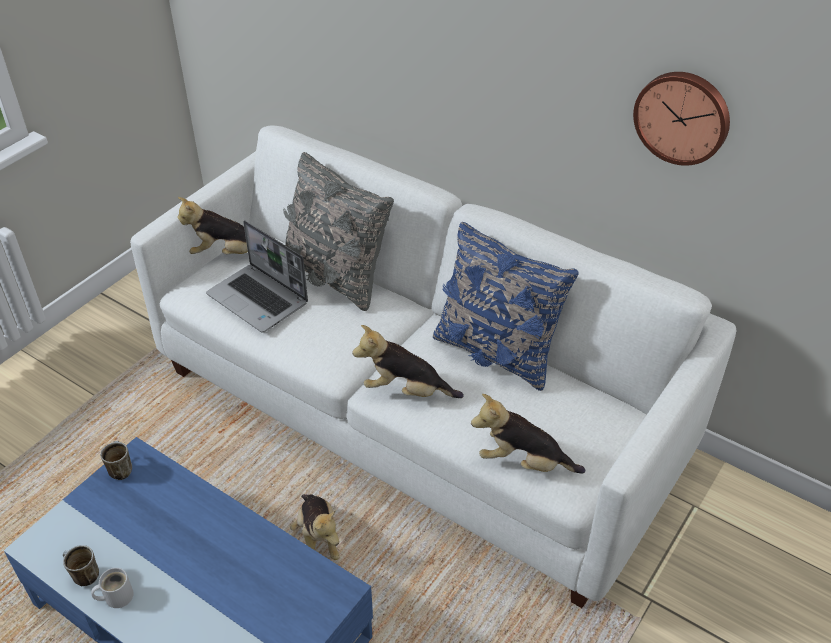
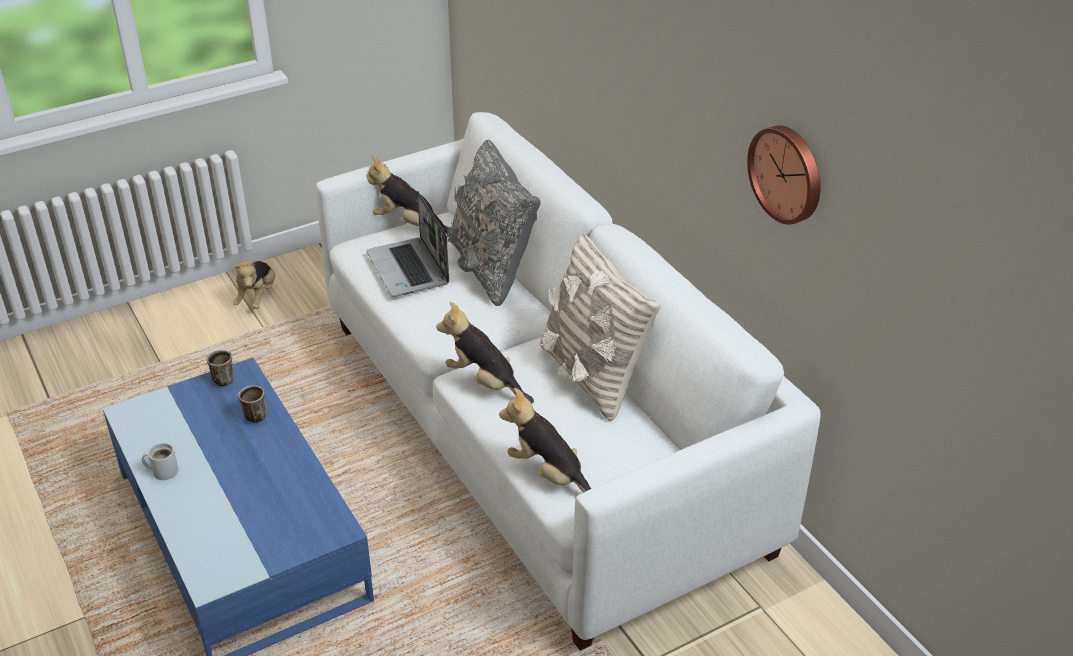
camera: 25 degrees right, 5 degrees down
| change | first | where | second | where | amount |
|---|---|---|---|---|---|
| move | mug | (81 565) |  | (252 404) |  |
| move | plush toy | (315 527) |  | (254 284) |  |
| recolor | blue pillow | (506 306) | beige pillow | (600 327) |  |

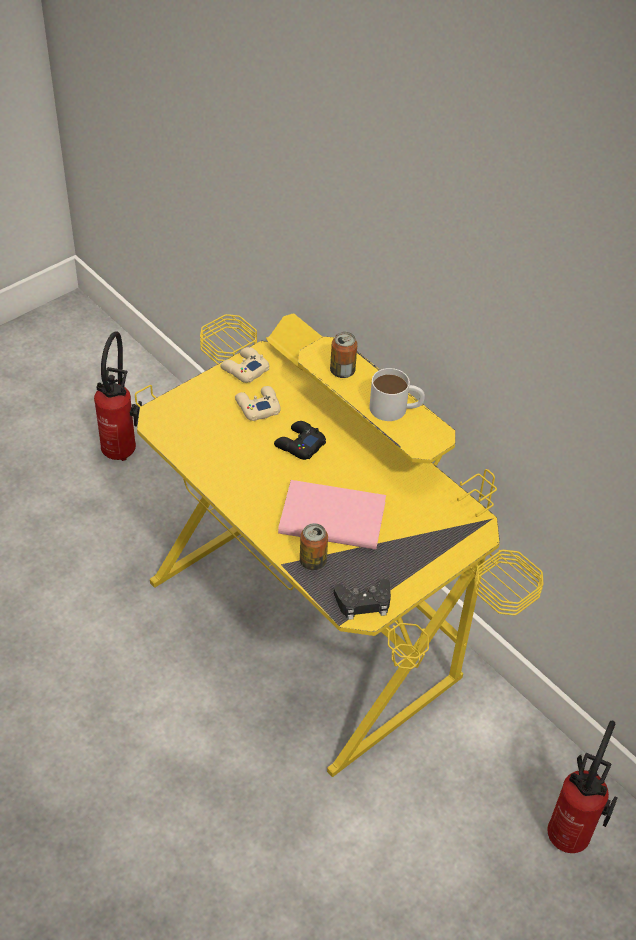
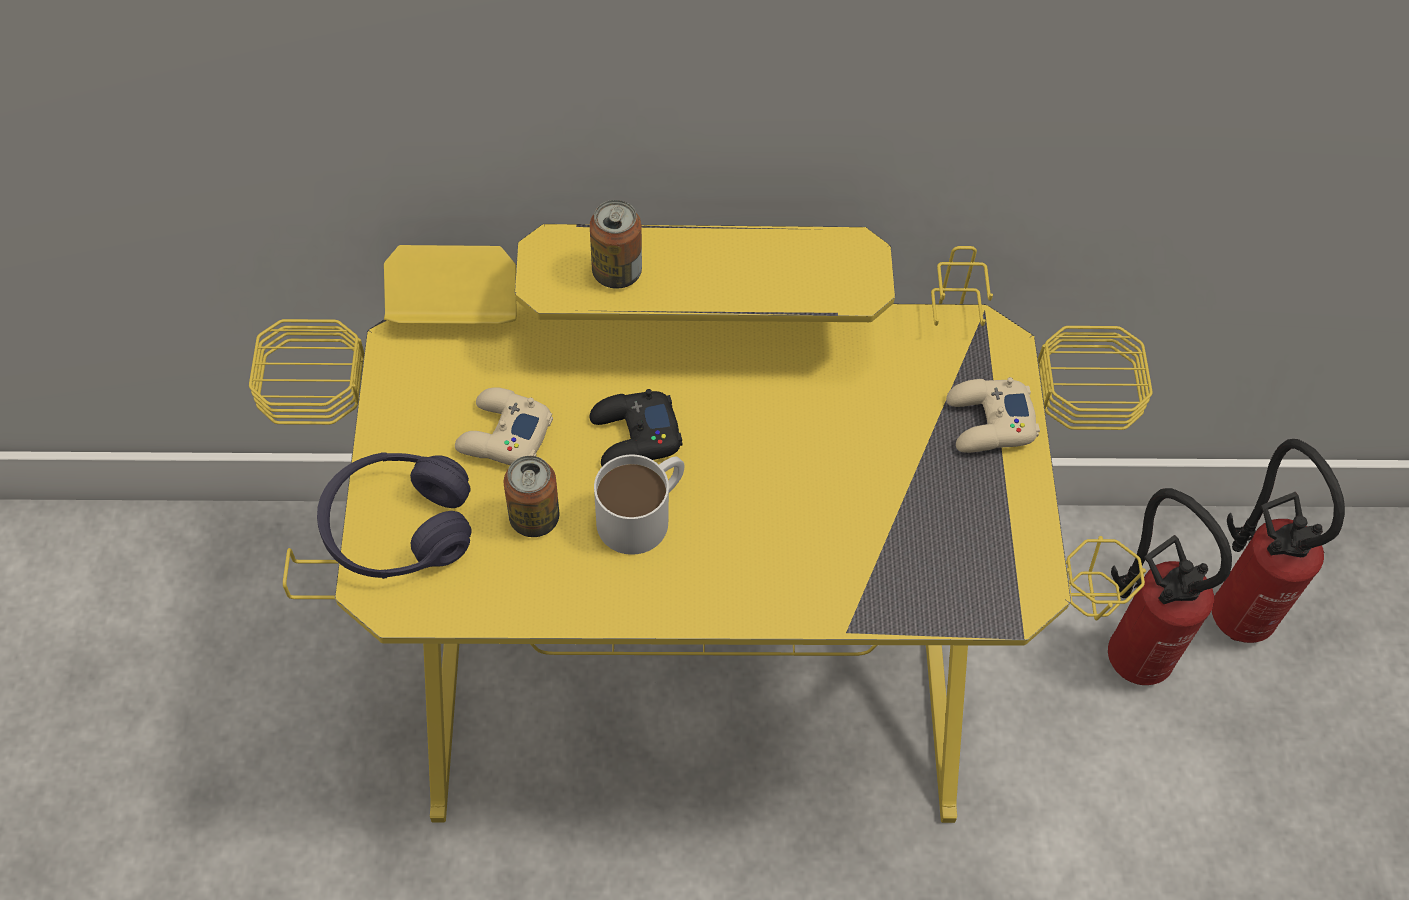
camera: 50 degrees left, 10 degrees up
| change | first | where | second | where | amount |
|---|---|---|---|---|---|
| delete | pink book | (332 514) |  |  |  |
| delete | black game controller | (362 599) |  |  |  |
| insert |  |  | purple headphones | (394 515) |  |
| move | fire extinguisher | (118 396) |  | (1170 586) |  |
| move | beige game controller | (244 365) |  | (993 415) |  |
| move | can | (314 546) |  | (531 496) |  |
| move | white mug | (397 394) |  | (639 505) |  |

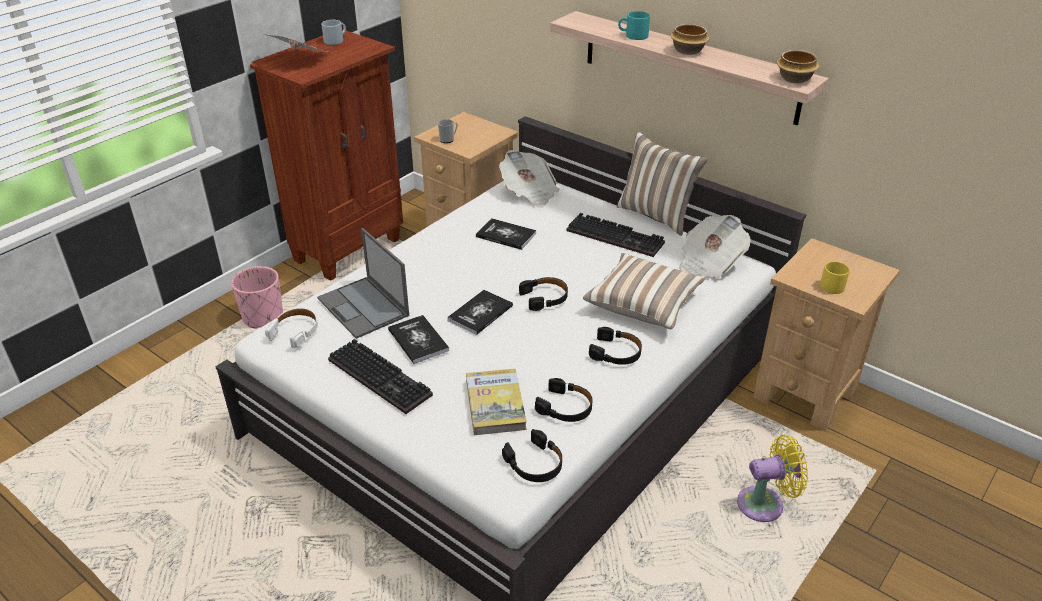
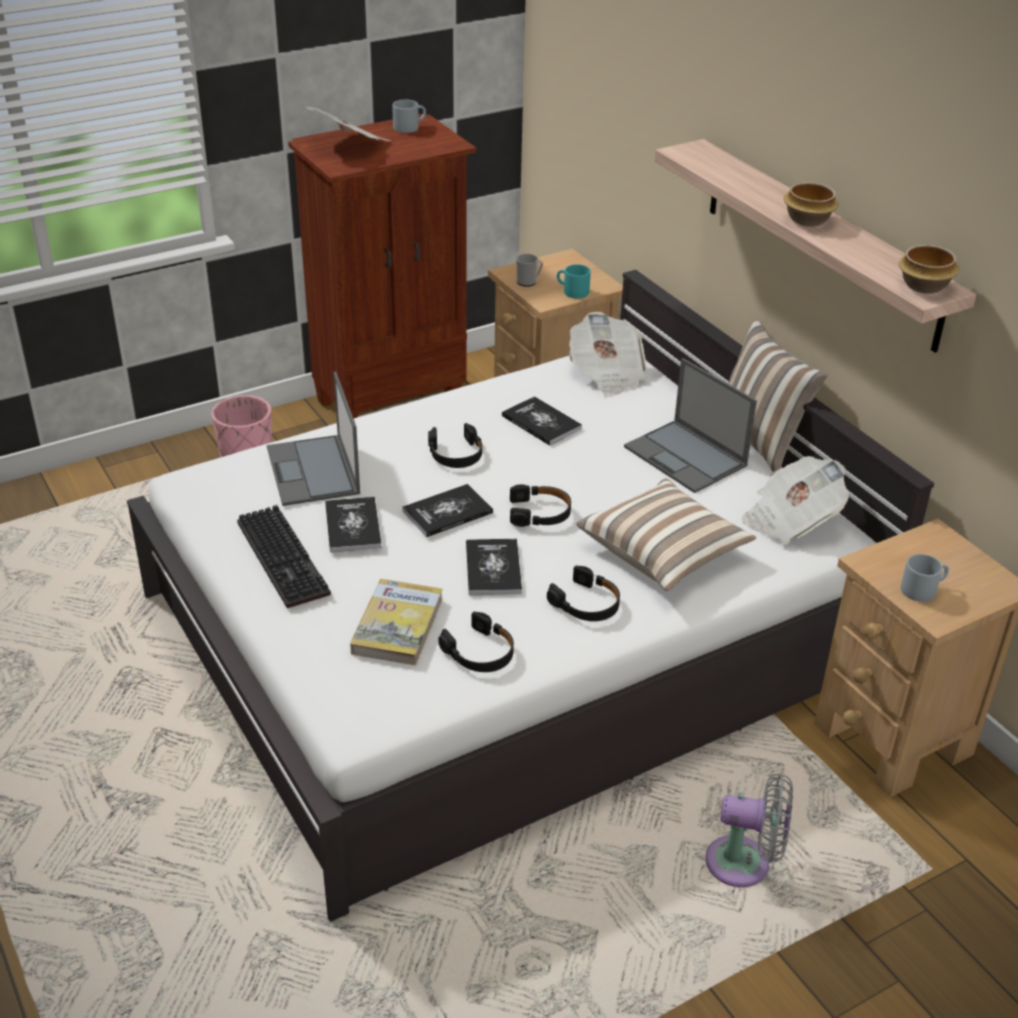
camera: 20 degrees right, 0 degrees up
| change | first | where | second | where | amount |
|---|---|---|---|---|---|
| delete | white headphones | (291 328) |  |  |  |
| insert |  |  | book | (494 567) |  |
| move | black headphones | (532 455) |  | (455 445) |  |
| move | turquoise mug | (634 25) |  | (574 281) |  |
| replace | keyboard | (615 235) | laptop | (690 425) |  |
| recolor | yellow fan | (772 478) | grey fan | (749 830) |  |
| recolor | yellow mug | (835 277) | grey mug | (925 578) |  |

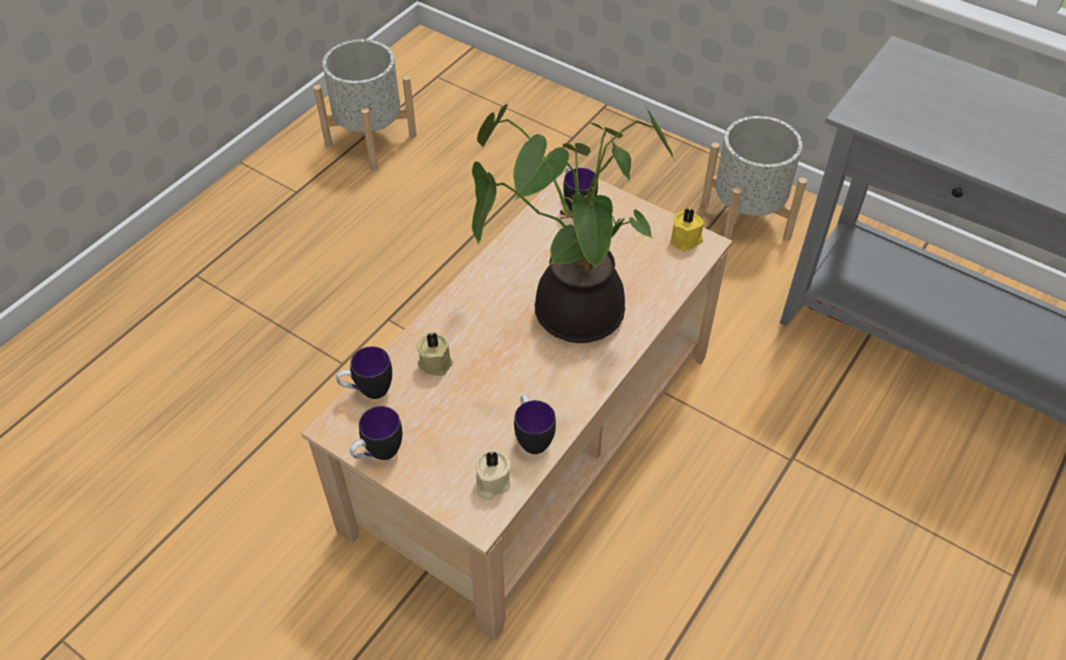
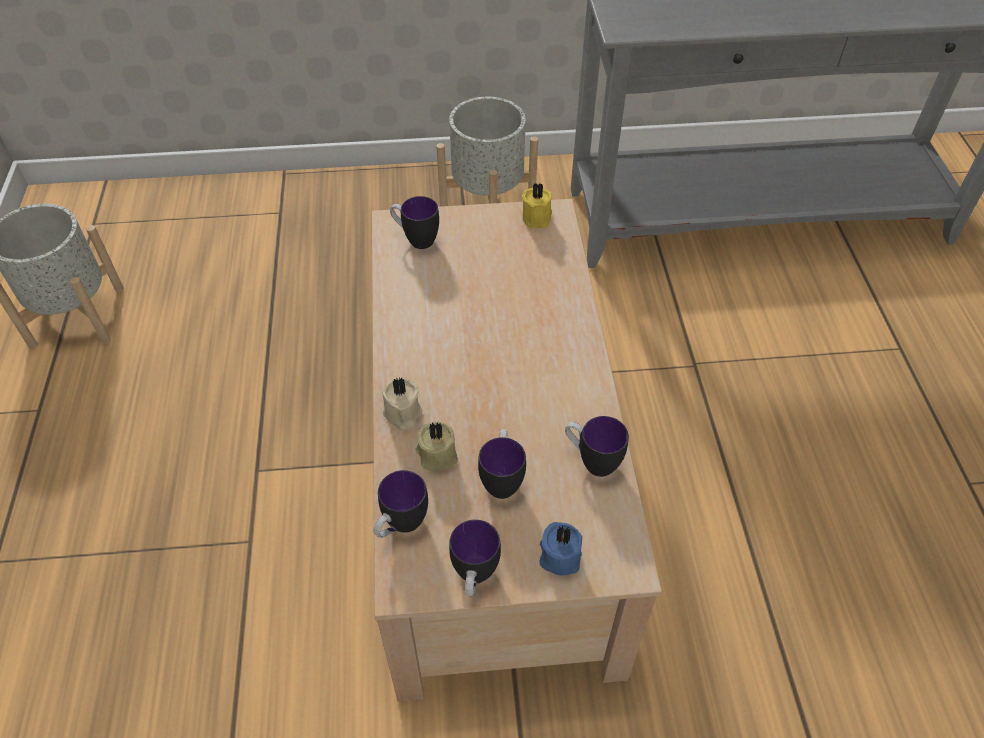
camera: 40 degrees left, 0 degrees up
| change | first | where | second | where | amount |
|---|---|---|---|---|---|
| delete | potted plant | (573 223) |  |  |  |
| insert |  |  | mug | (502 464) |  |
| insert |  |  | blue candle | (560 548) |  |
| move | beige candle | (493 474) |  | (402 404) |  |

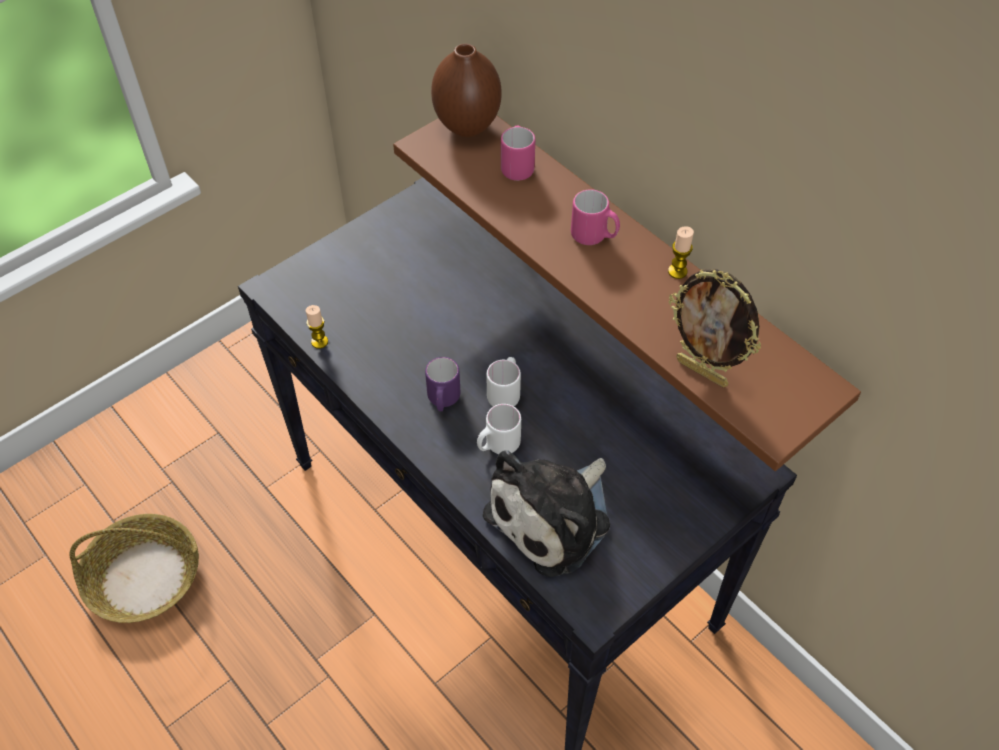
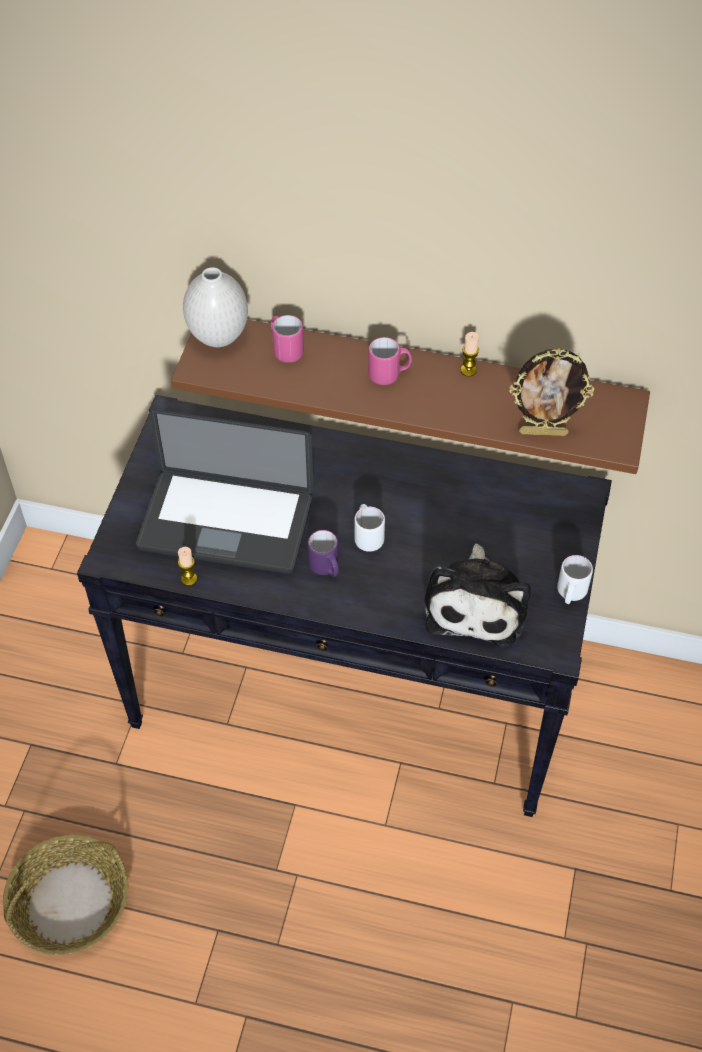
camera: 35 degrees left, 0 degrees up
| change | first | where | second | where | amount |
|---|---|---|---|---|---|
| insert |  |  | laptop | (225 491) |  |
| move | white mug | (499 429) |  | (575 579) |  |
| recolor | brown vase | (466 90) | white vase | (215 307) |  |

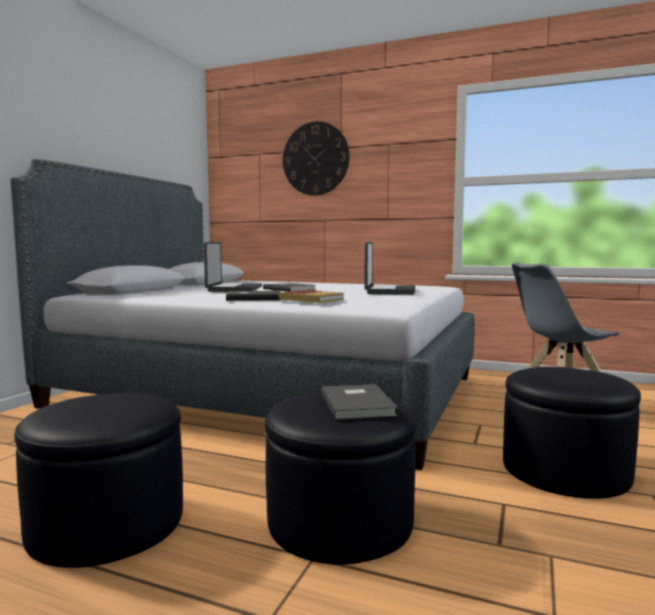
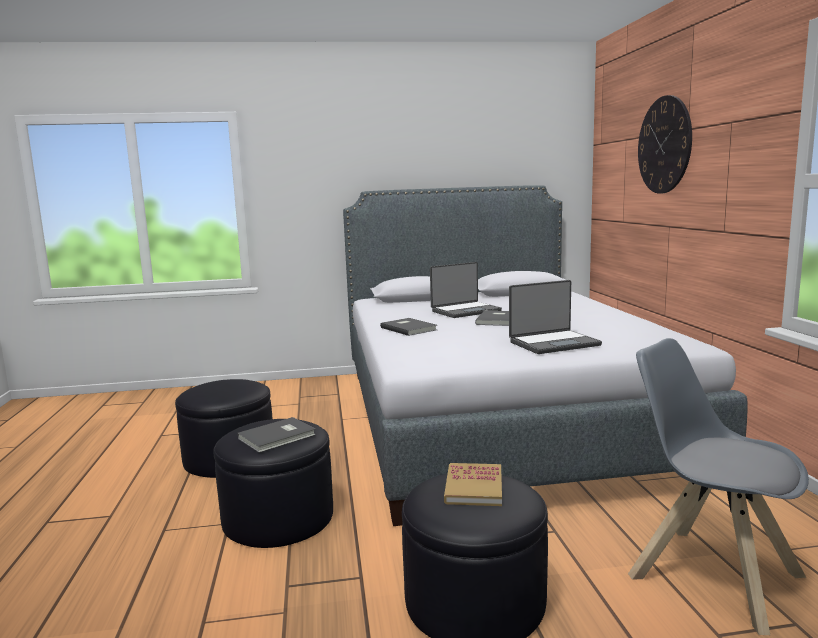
camera: 60 degrees right, 5 degrees up
| change | first | where | second | where | amount |
|---|---|---|---|---|---|
| move | book | (311 296) |  | (473 484) |  |

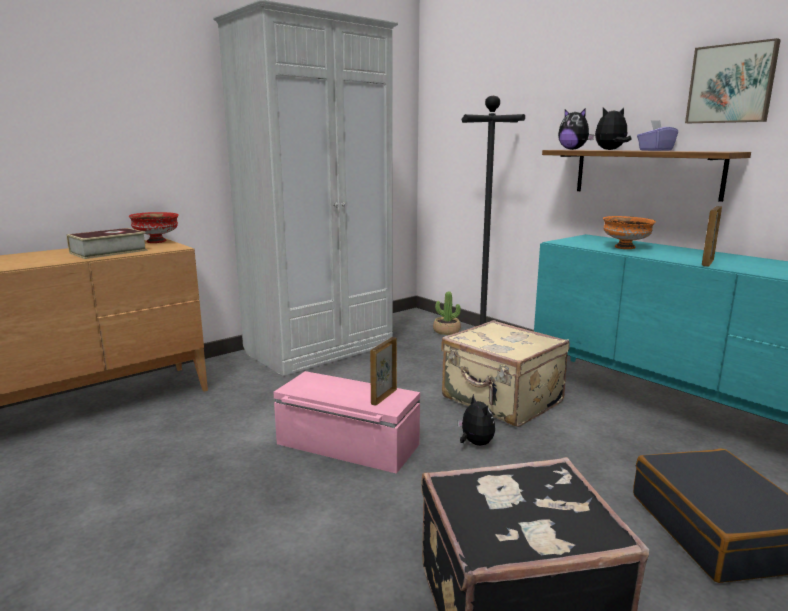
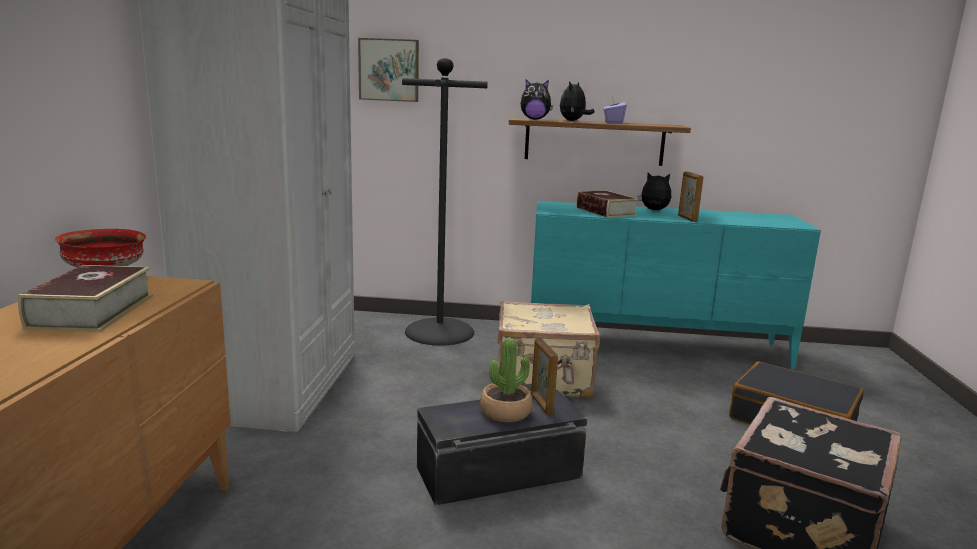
camera: 45 degrees left, 0 degrees up
| change | first | where | second | where | amount |
|---|---|---|---|---|---|
| move | potted plant | (447 313) |  | (506 380) |  |
| move | plush toy | (476 420) |  | (654 191) |  |
| move | picture | (733 80) |  | (388 70) |  |
| replace | orange bowl | (629 232) | book | (607 204) |  |
| recolor | pink storage box | (347 422) | black storage box | (502 447) |  |

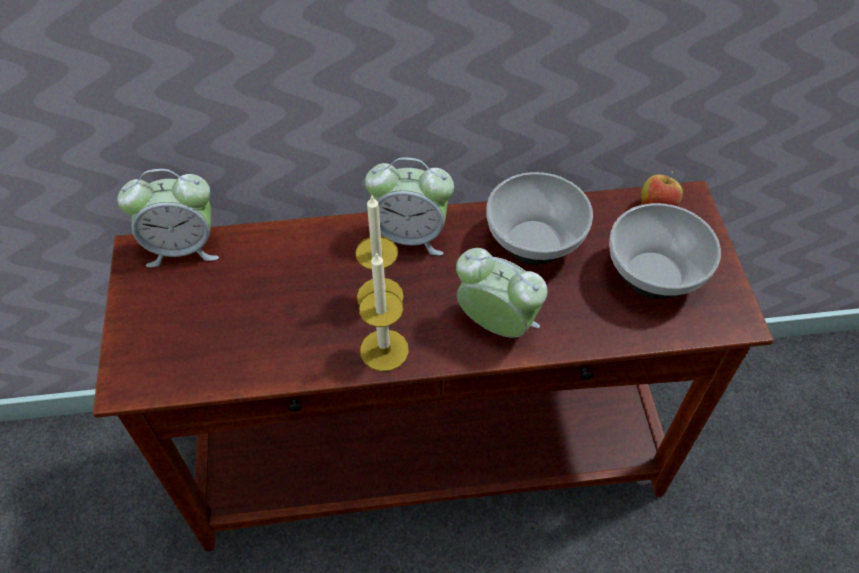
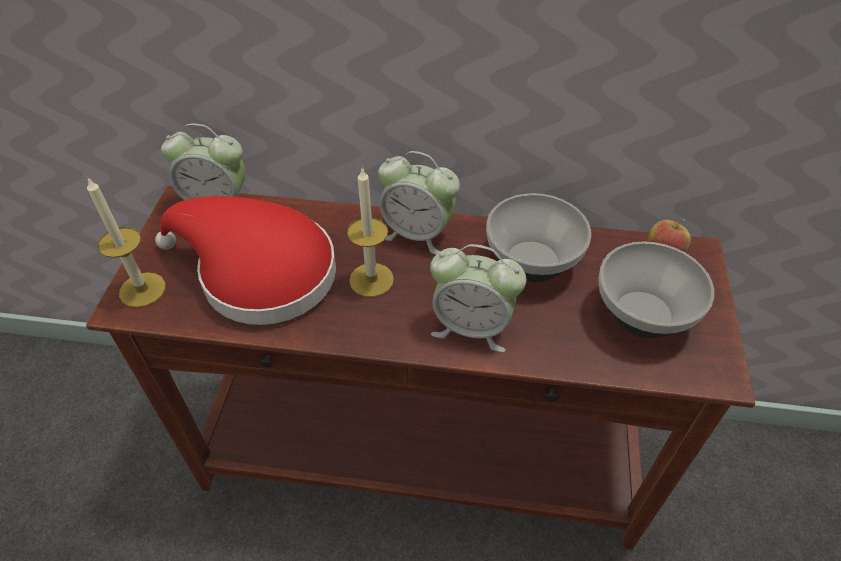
camera: 15 degrees right, 5 degrees down
| change | first | where | second | where | amount |
|---|---|---|---|---|---|
| insert |  |  | red hat | (245 260) |  |
| move | candle | (384 311) |  | (126 243) |  |
| rotate | alarm clock | (501 293) |  | (478 298) | 150 degrees clockwise |

